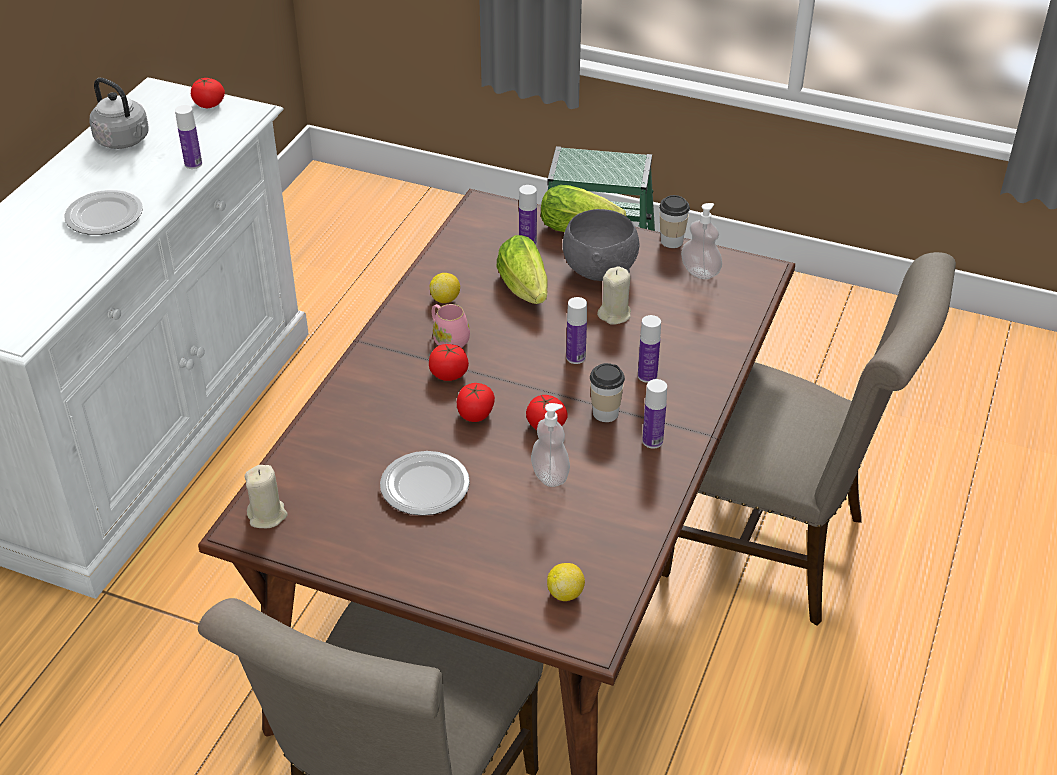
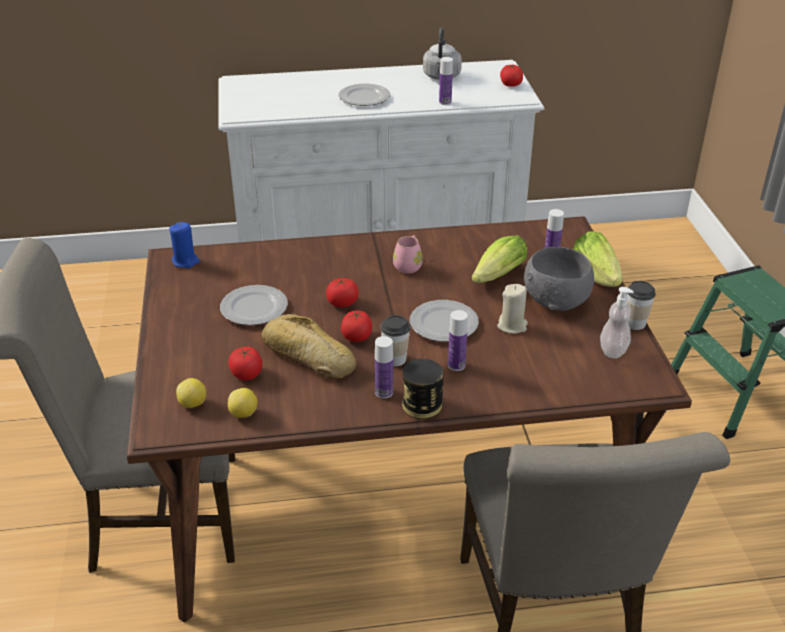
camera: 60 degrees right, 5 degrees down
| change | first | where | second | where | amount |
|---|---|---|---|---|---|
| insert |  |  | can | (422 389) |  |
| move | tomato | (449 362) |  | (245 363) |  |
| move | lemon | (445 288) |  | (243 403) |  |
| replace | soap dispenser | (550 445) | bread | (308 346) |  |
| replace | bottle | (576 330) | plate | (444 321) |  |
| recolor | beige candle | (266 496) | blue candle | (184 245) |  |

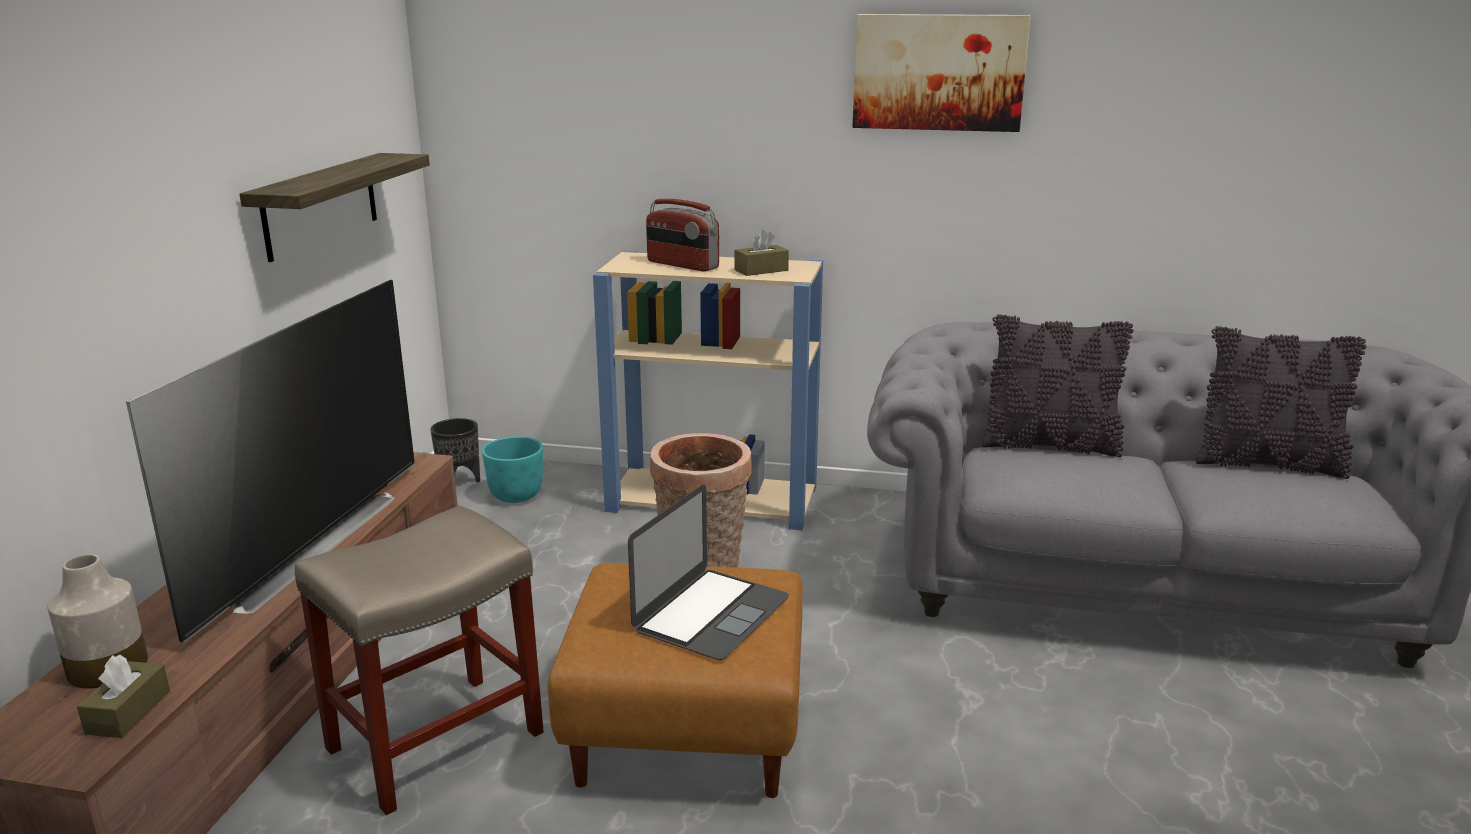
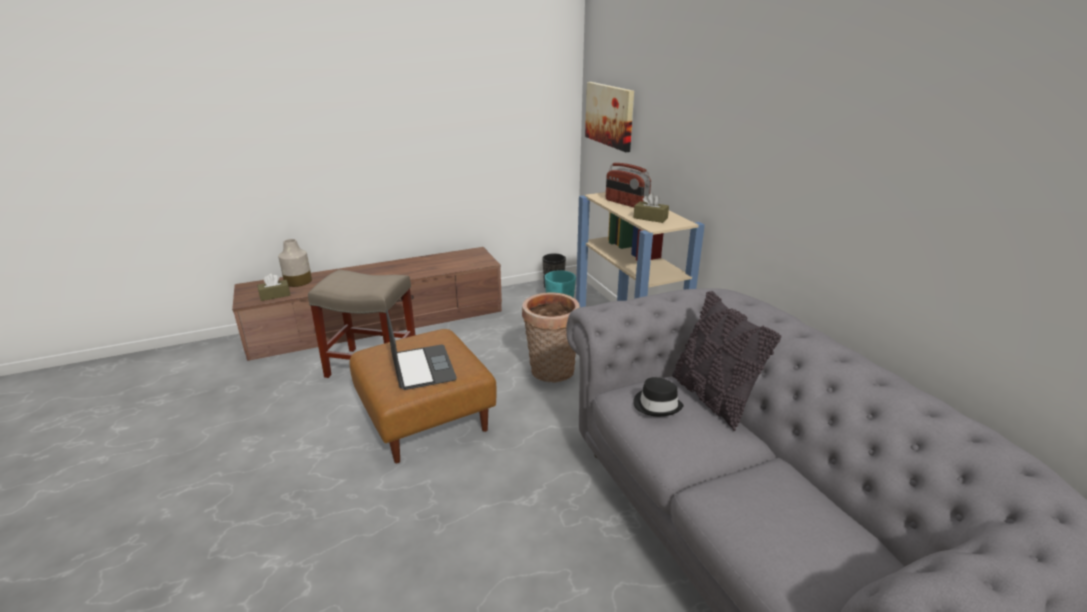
camera: 55 degrees right, 5 degrees up
| change | first | where | second | where | amount |
|---|---|---|---|---|---|
| delete | television | (270 462) |  |  |  |
| delete | shelf | (334 207) |  |  |  |
| delete | black pillow | (1281 402) |  |  |  |
| insert |  |  | black hat | (658 396) |  |
| move | picture | (941 73) |  | (609 117) |  |
| rotate | laptop | (708 572) |  | (421 349) | 105 degrees counterclockwise |
| rotate | radio | (682 235) |  | (628 185) | 45 degrees counterclockwise |

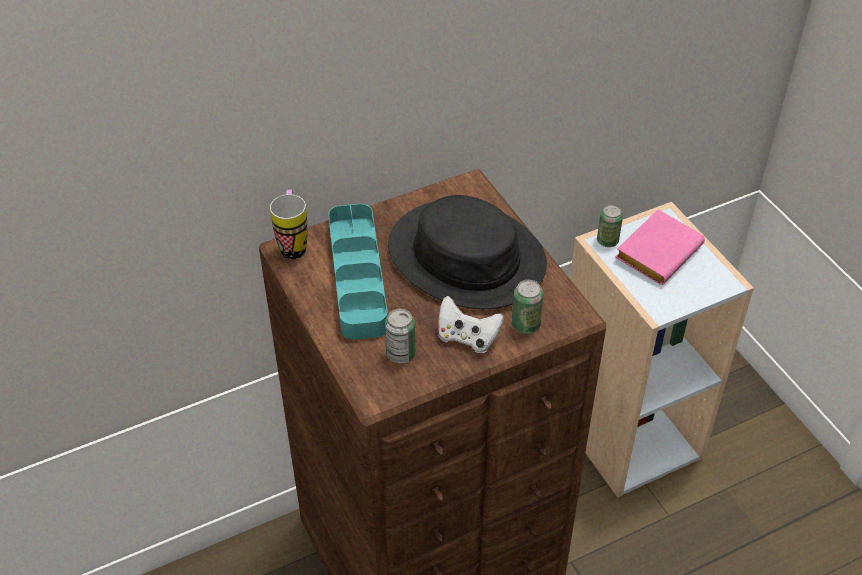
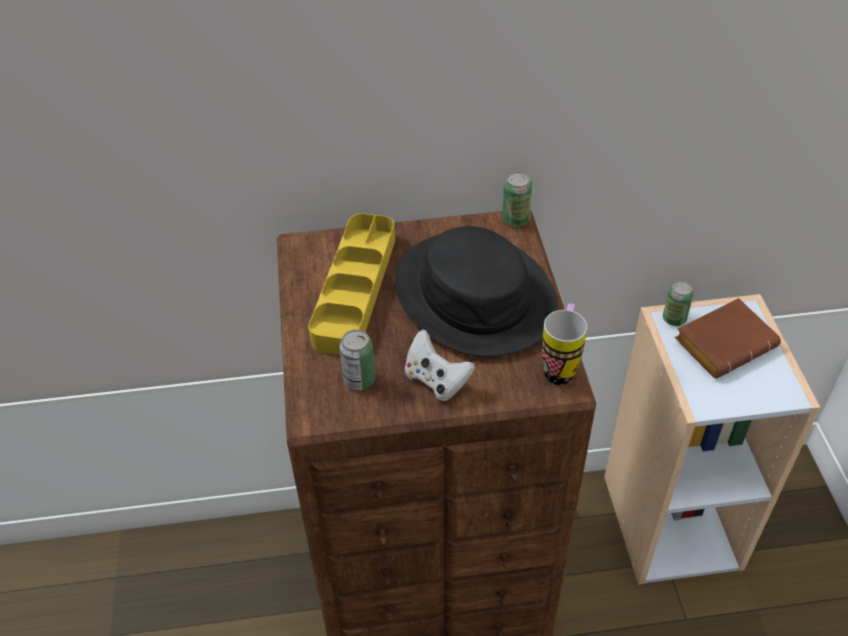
camera: 20 degrees right, 0 degrees up
| change | first | where | second | where | amount |
|---|---|---|---|---|---|
| move | mug | (289 224) |  | (564 344) |  |
| move | can | (527 307) |  | (517 199) |  |
| recolor | turquoise tray | (358 272) | yellow tray | (351 284) |  |
| recolor | pink book | (660 247) | brown book | (728 338) |  |

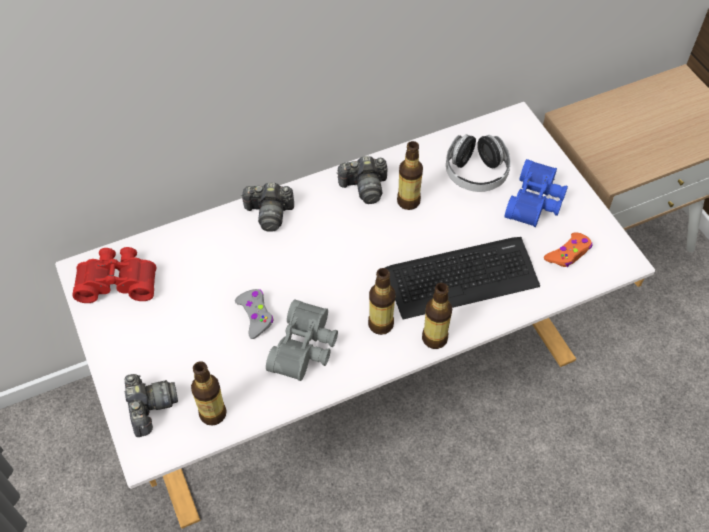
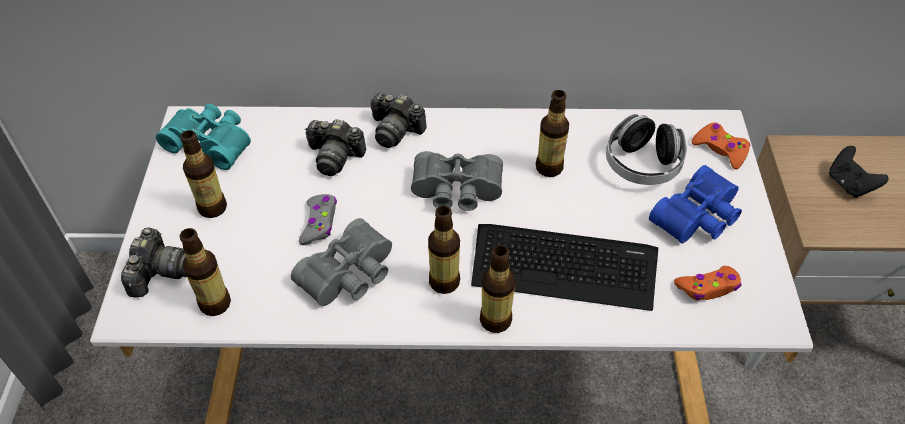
camera: 25 degrees right, 5 degrees down
| change | first | where | second | where | amount |
|---|---|---|---|---|---|
| insert |  |  | bottle | (203 174) |  |
| insert |  |  | grey binoculars | (457 181) |  |
| insert |  |  | orange game controller | (721 146) |  |
| insert |  |  | black game controller | (859 172) |  |
| move | photo camera | (362 180) |  | (335 147) |  |
| recolor | red binoculars | (114 275) | turquoise binoculars | (203 137) |  |

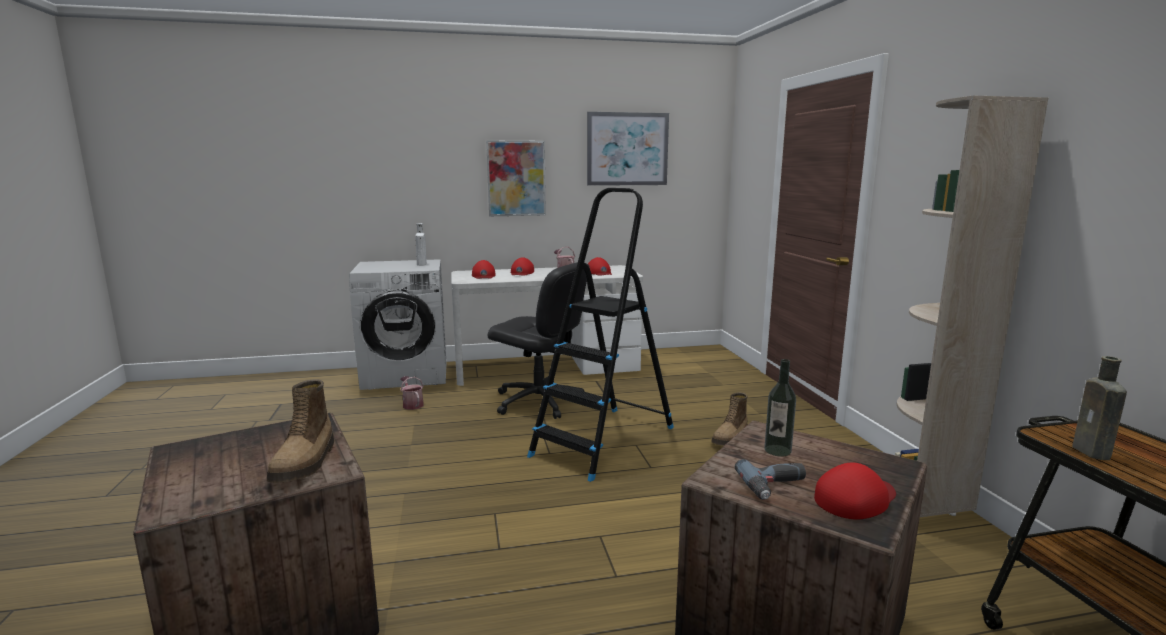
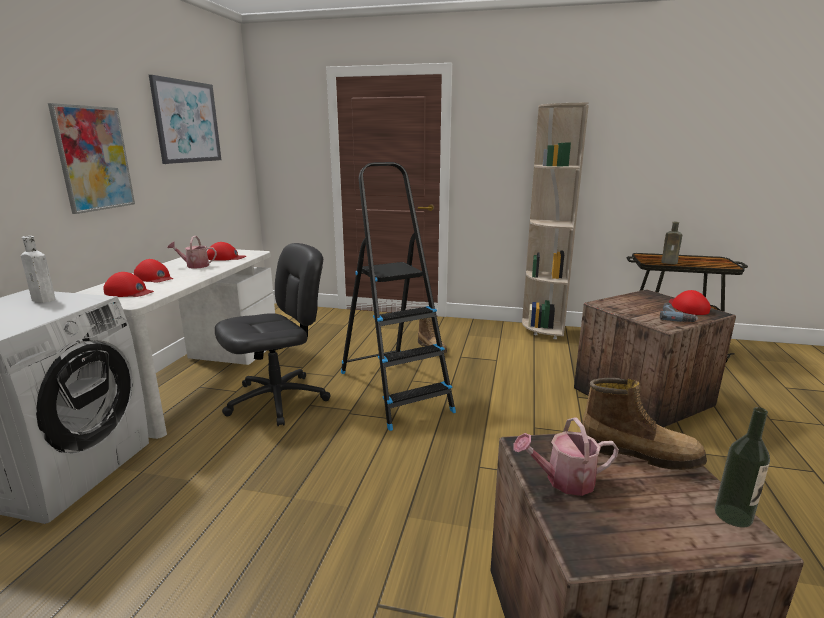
camera: 65 degrees left, 5 degrees up
| change | first | where | second | where | amount |
|---|---|---|---|---|---|
| move | watering can | (412 393) |  | (566 456) |  |
| move | bottle | (780 408) |  | (742 467) |  |

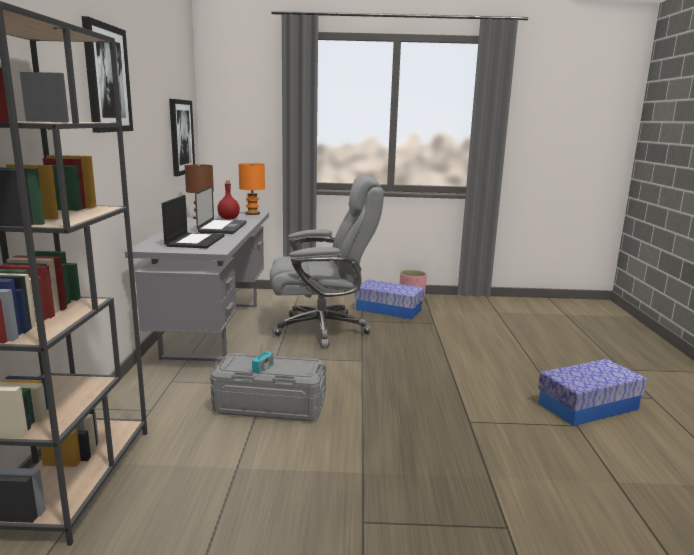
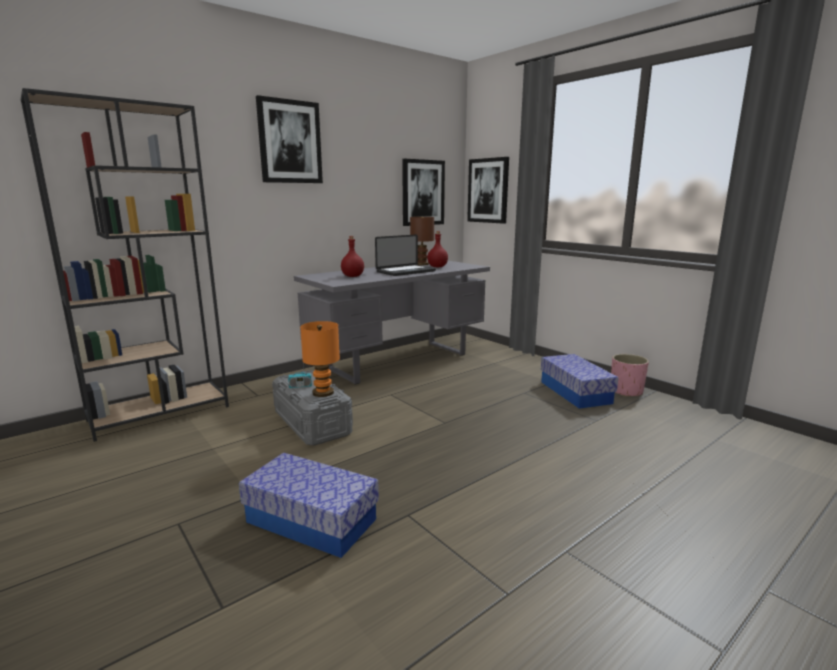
camera: 50 degrees right, 0 degrees up
| change | first | where | second | where | amount |
|---|---|---|---|---|---|
| delete | grey office chair | (327 261) |  |  |  |
| insert |  |  | picture | (488 190) |  |
| move | orange table lamp | (252 189) |  | (320 359) |  |
| move | storage box | (592 392) |  | (309 505) |  |
| replace | laptop | (193 221) | red bottle | (352 256) |  |

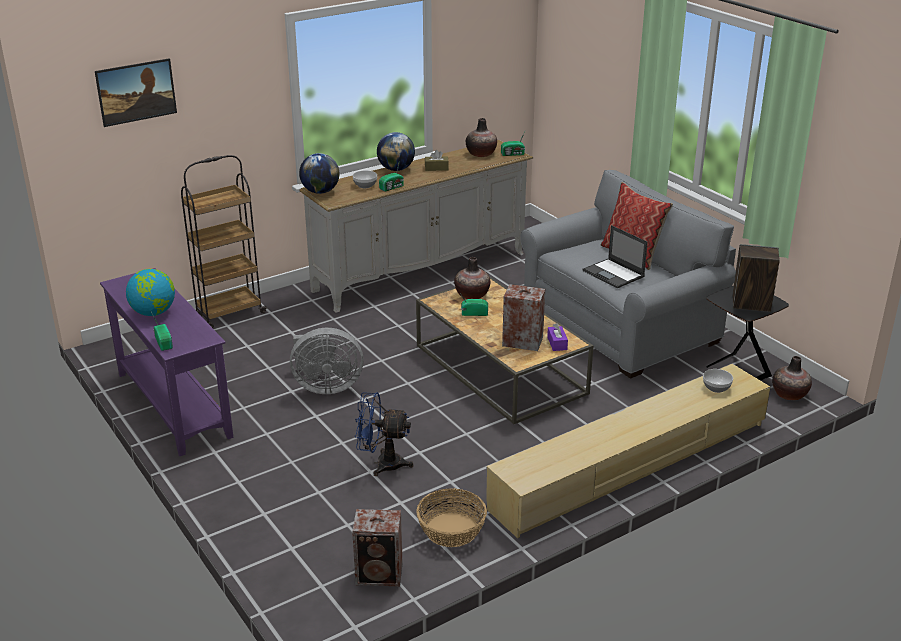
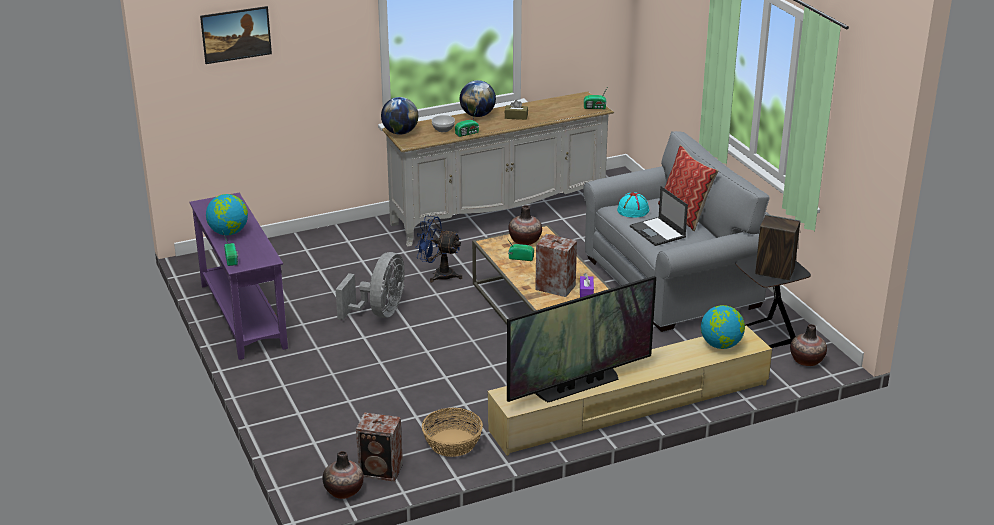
camera: 10 degrees right, 0 degrees up
| change | first | where | second | where | amount |
|---|---|---|---|---|---|
| delete | brown cart | (224 241) |  |  |  |
| insert |  |  | television | (581 339) |  |
| insert |  |  | turquoise hat | (633 205) |  |
| move | blue fan | (384 434) |  | (438 249) |  |
| move | vase | (481 137) |  | (343 475) |  |
| replace | bowl | (718 381) | globe | (723 327) |  |
| rotate | grey fan | (327 361) |  | (370 286) | 75 degrees counterclockwise |

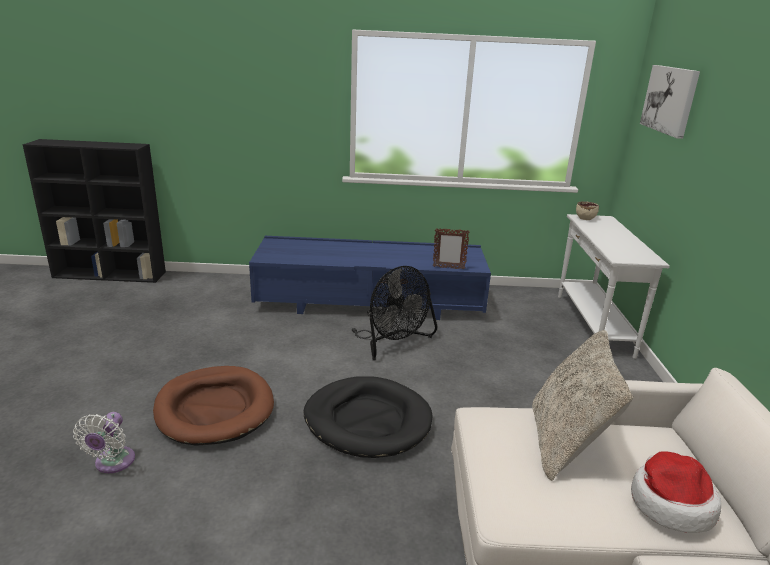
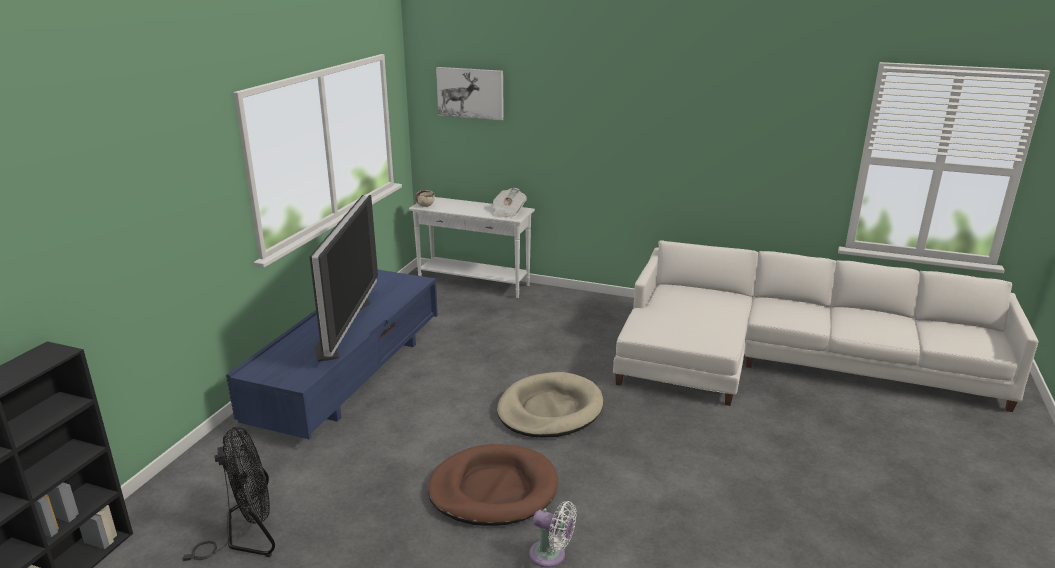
camera: 70 degrees left, 0 degrees up
| change | first | where | second | where | amount |
|---|---|---|---|---|---|
| delete | picture frame | (451 249) |  |  |  |
| delete | beige pillow | (582 405) |  |  |  |
| delete | hat | (676 492) |  |  |  |
| insert |  |  | television | (344 278) |  |
| insert |  |  | newspaper | (509 203) |  |
| move | black fan | (394 313) |  | (228 494) |  |
| recolor | black dog bed | (368 417) | beige dog bed | (550 404) |  |

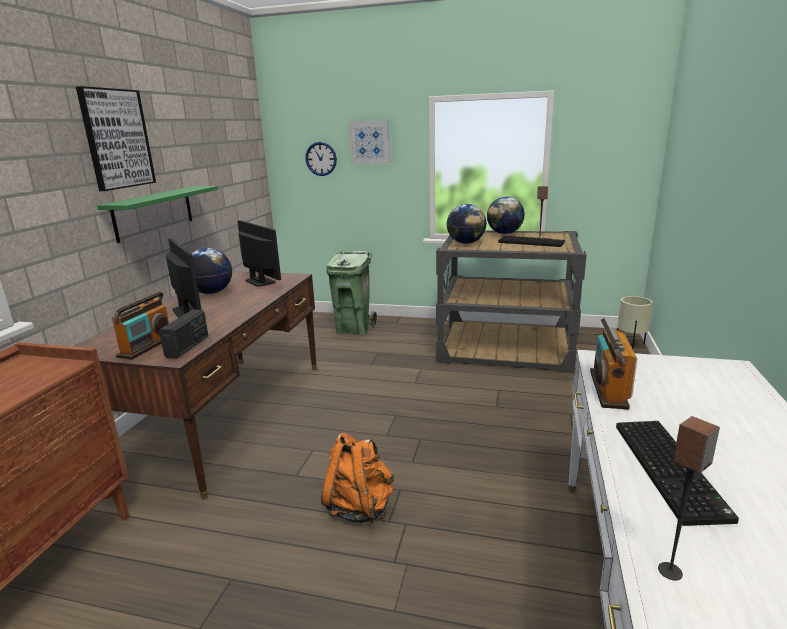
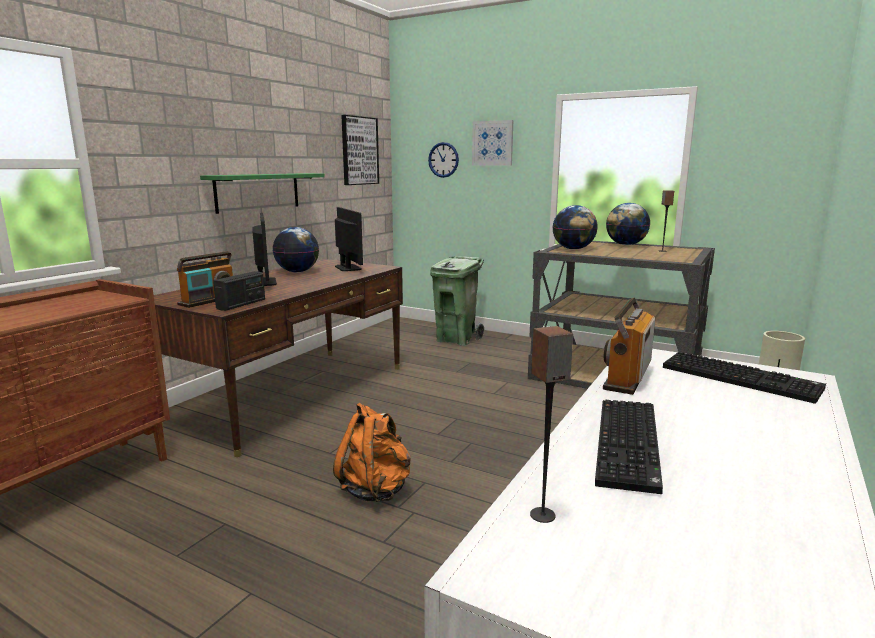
camera: 15 degrees right, 5 degrees down
| change | first | where | second | where | amount |
|---|---|---|---|---|---|
| move | picture | (116 138) |  | (360 150) |  |
| move | keyboard | (531 241) |  | (744 378) |  |

